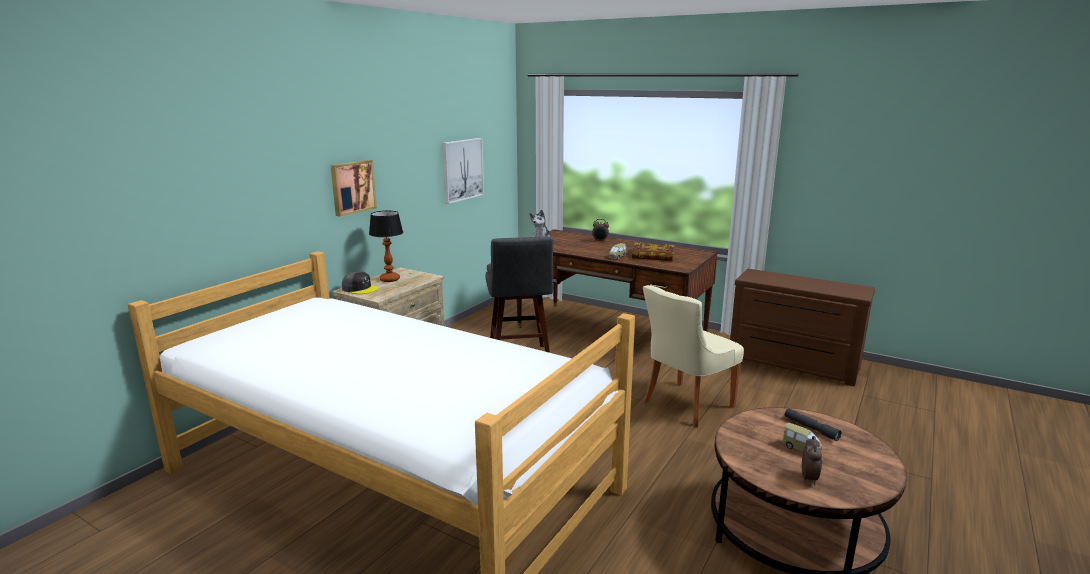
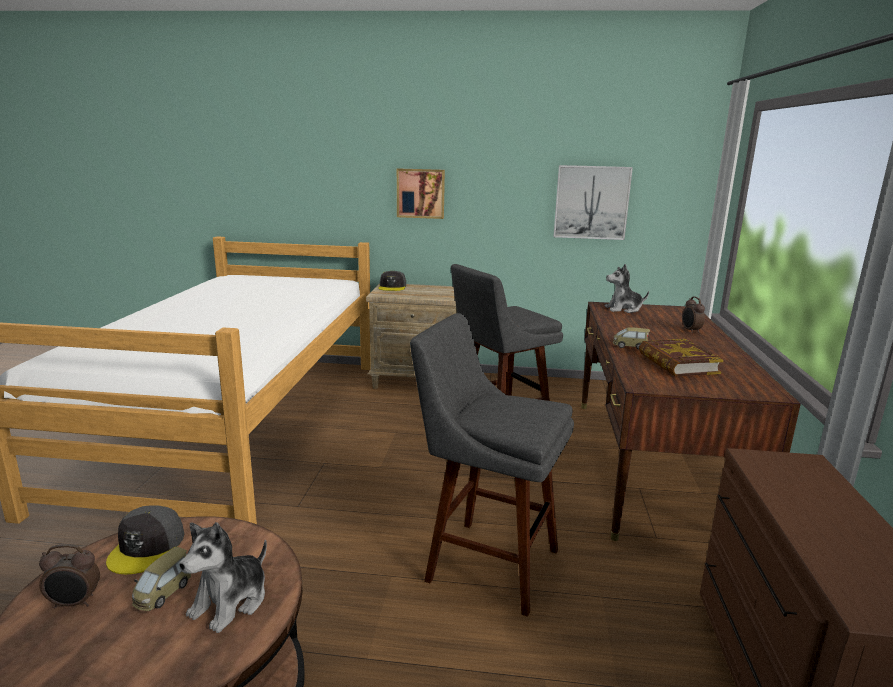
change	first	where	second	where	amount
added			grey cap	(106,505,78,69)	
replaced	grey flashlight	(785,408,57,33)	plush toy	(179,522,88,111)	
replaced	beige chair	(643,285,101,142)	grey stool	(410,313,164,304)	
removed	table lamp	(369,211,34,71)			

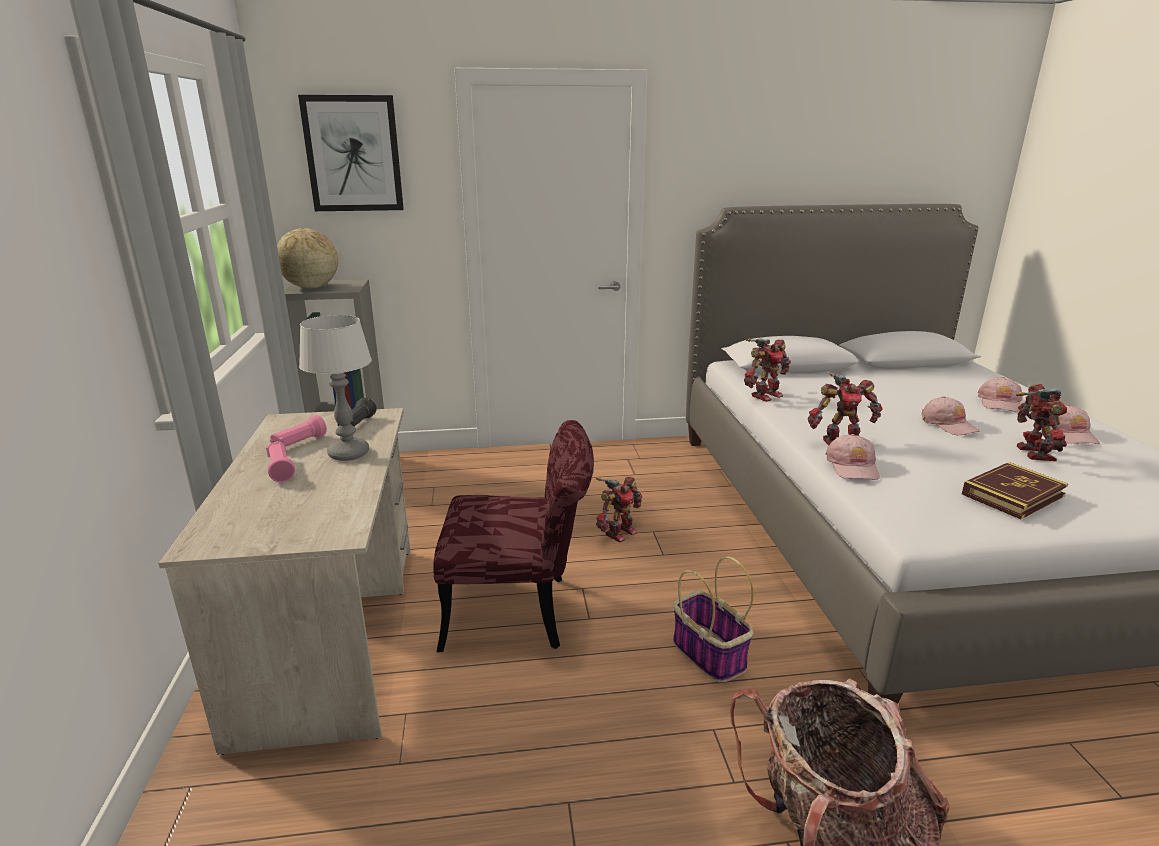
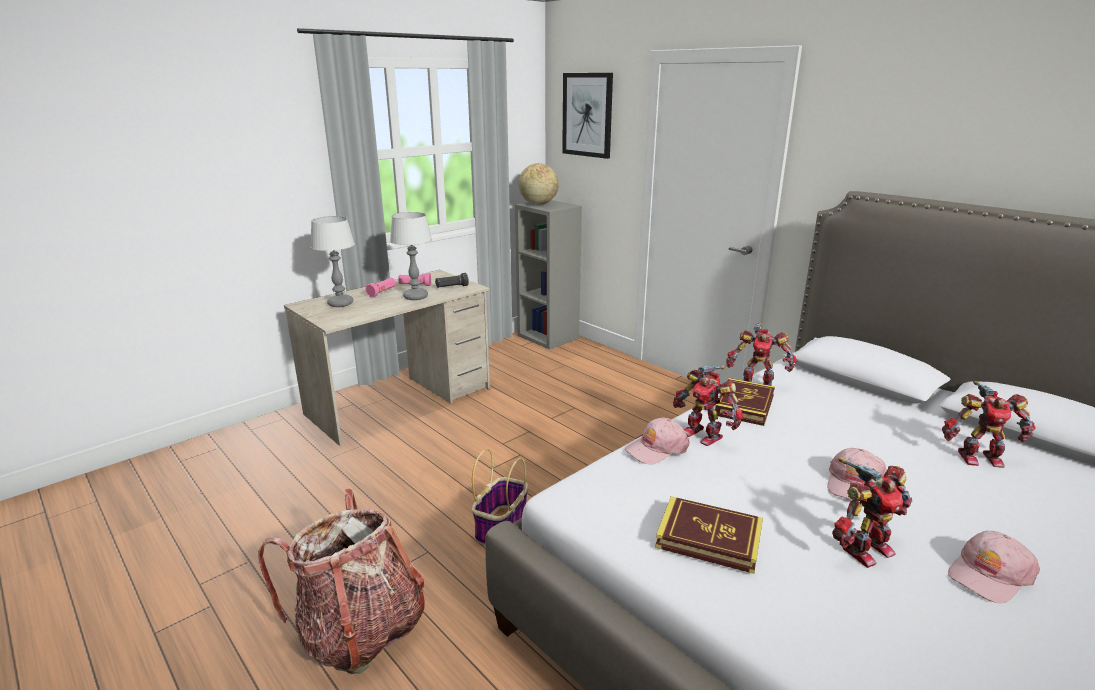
change	first	where	second	where	amount
added			table lamp	(310,216,45,91)	
added			book	(715,378,60,48)	
moved	toy robot	(596,477,47,66)		(942,381,94,87)	
removed	red chair	(433,420,161,232)			
removed	pink cap	(978,377,44,35)			

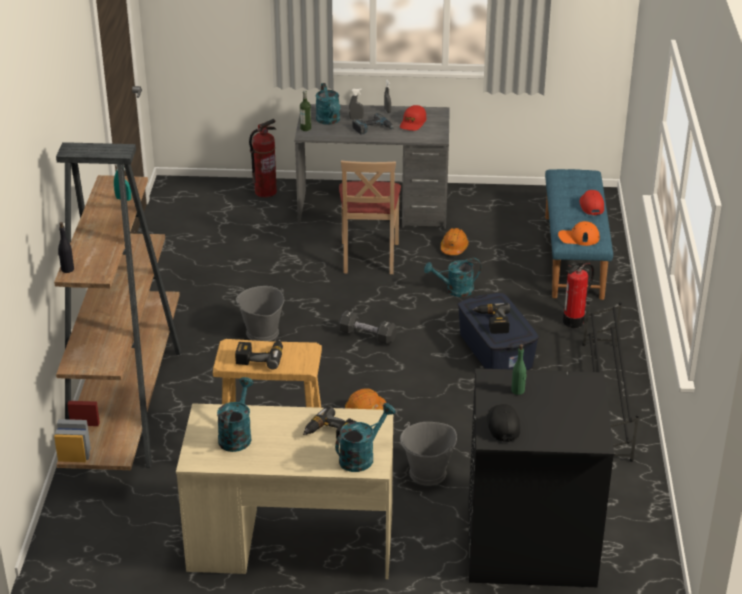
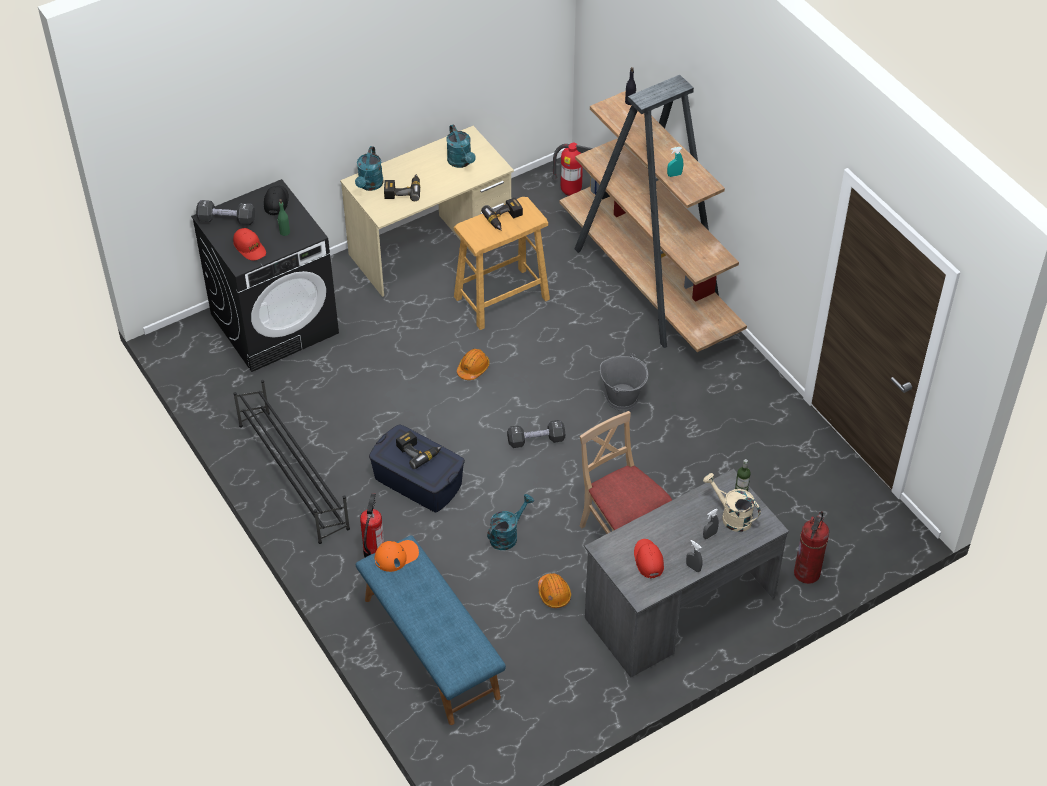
change	first	where	second	where	amount
added			black dumbbell	(196,200,59,25)	
moved	red cap	(579,190,25,25)		(233,228,33,32)	
turned	black cap	(487,404,33,38)		(264,186,25,29)	135 degrees counterclockwise
added			fire extinguisher	(552,143,41,53)	
recoloured	turquoise watering can	(316,83,25,42)	beige watering can	(703,473,58,59)	
removed	power drill	(352,113,42,22)			
removed	grey bucket	(400,422,57,64)			

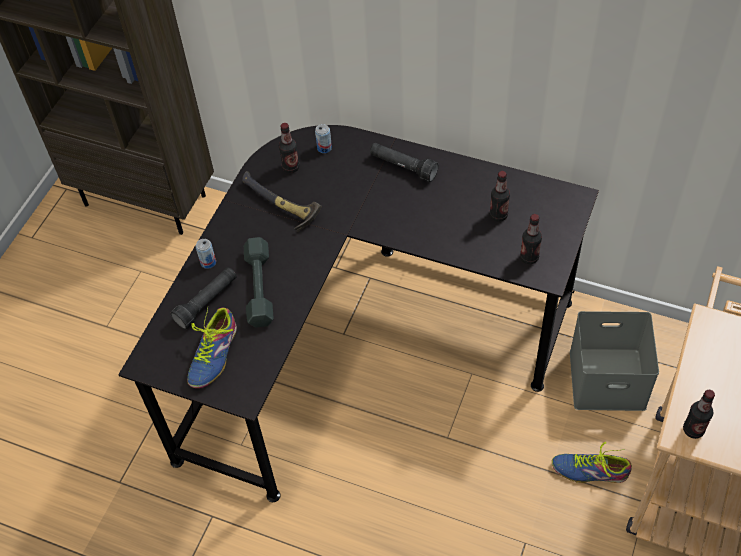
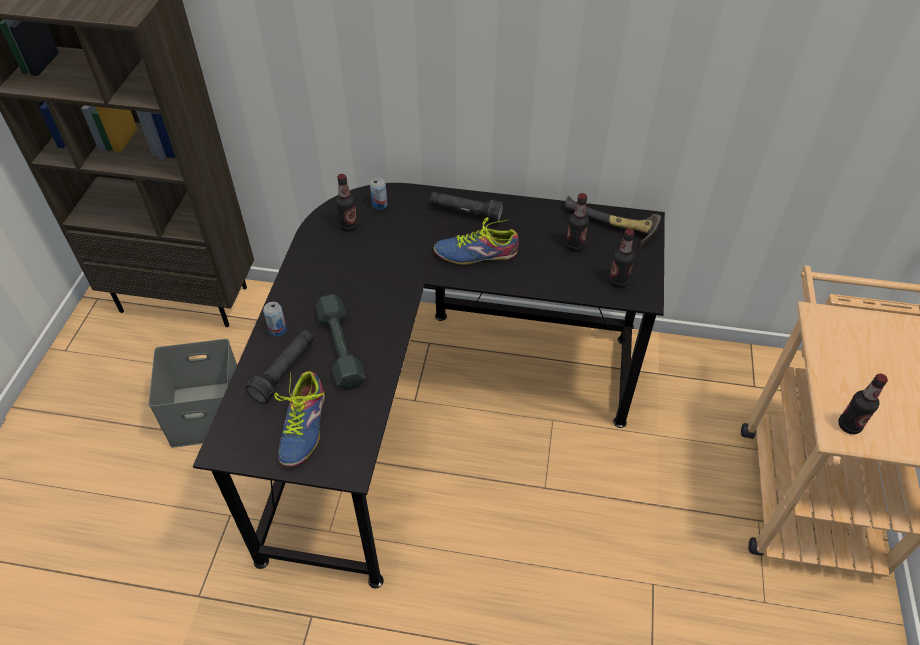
change	first	where	second	where	amount
moved	grey storage box	(570,311,89,100)		(149,339,88,109)	
moved	shoe	(552,442,80,41)		(434,217,85,48)	
moved	hammer	(242,171,80,61)		(565,196,96,51)	

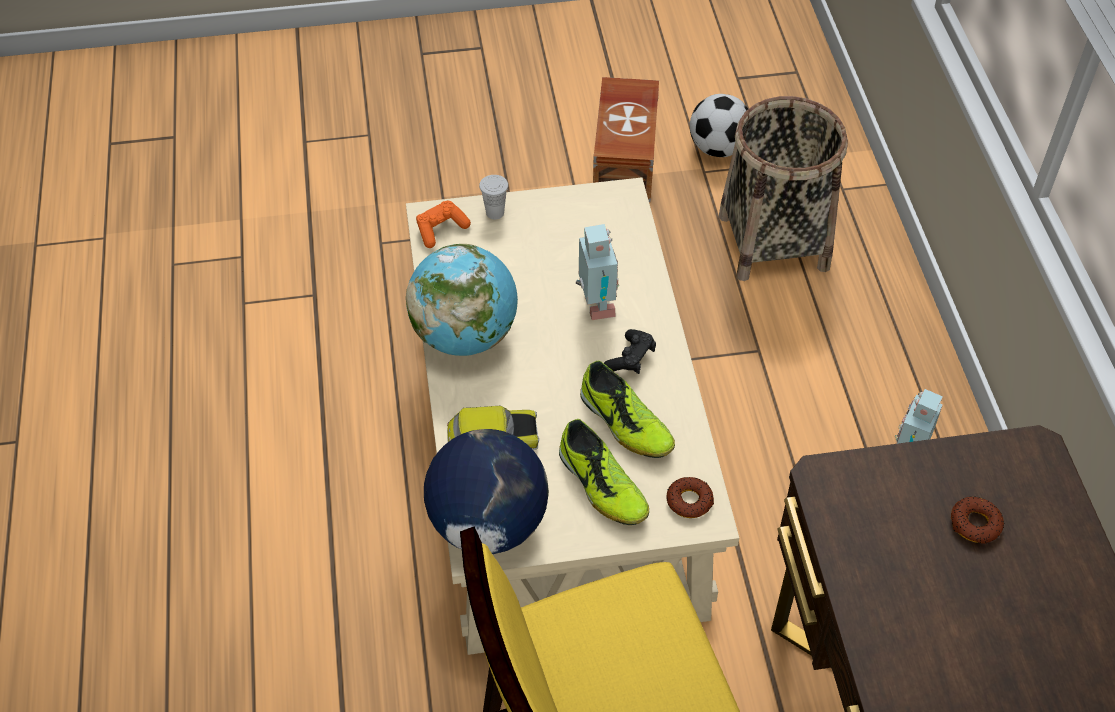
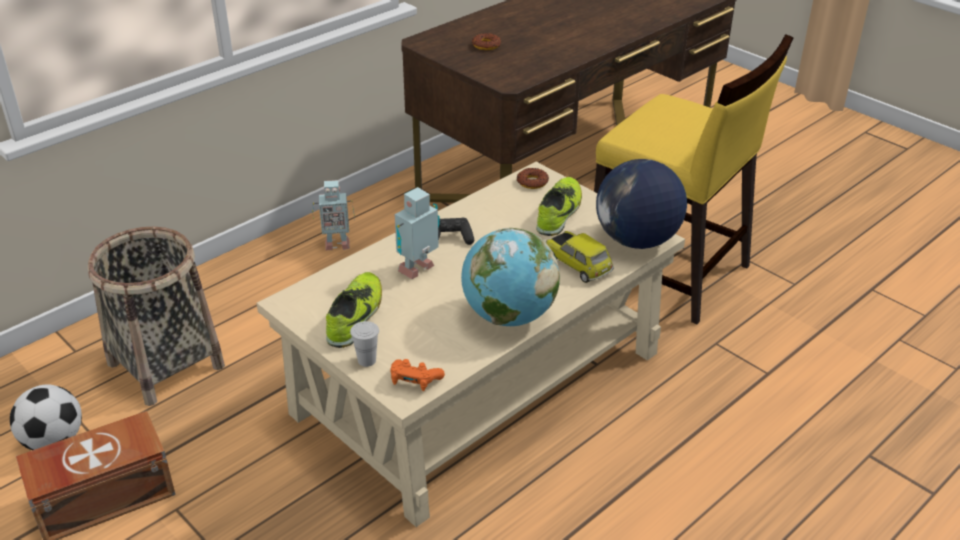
change	first	where	second	where	amount
moved	shoe	(580,360,95,98)		(326,272,56,76)	

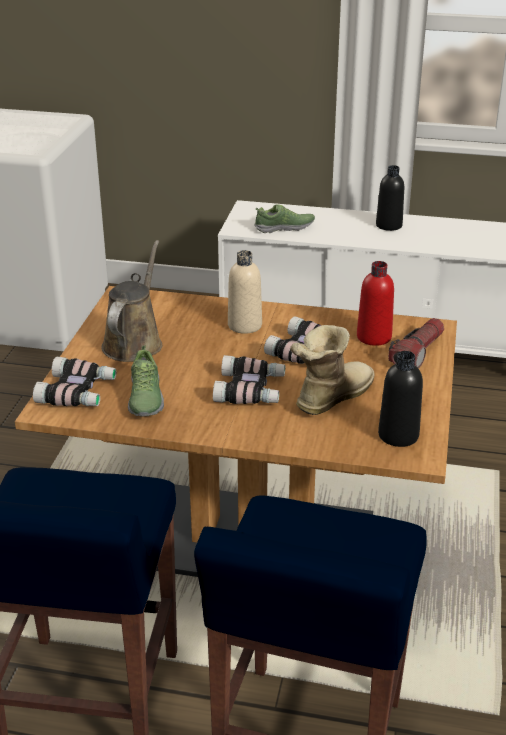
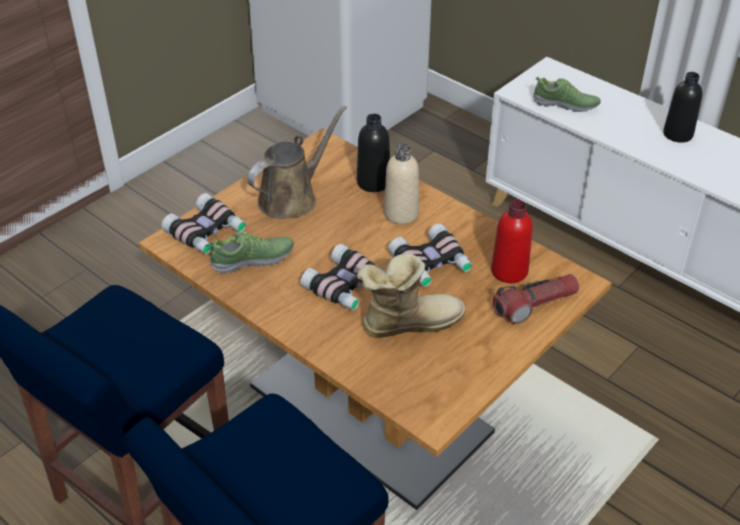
change	first	where	second	where	amount
turned	shoe	(128,345,36,72)		(208,232,86,42)	135 degrees counterclockwise
moved	black bottle	(378,351,45,96)		(357,114,33,78)	

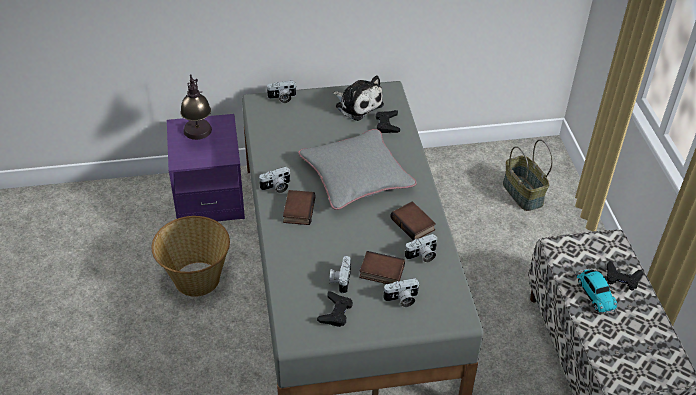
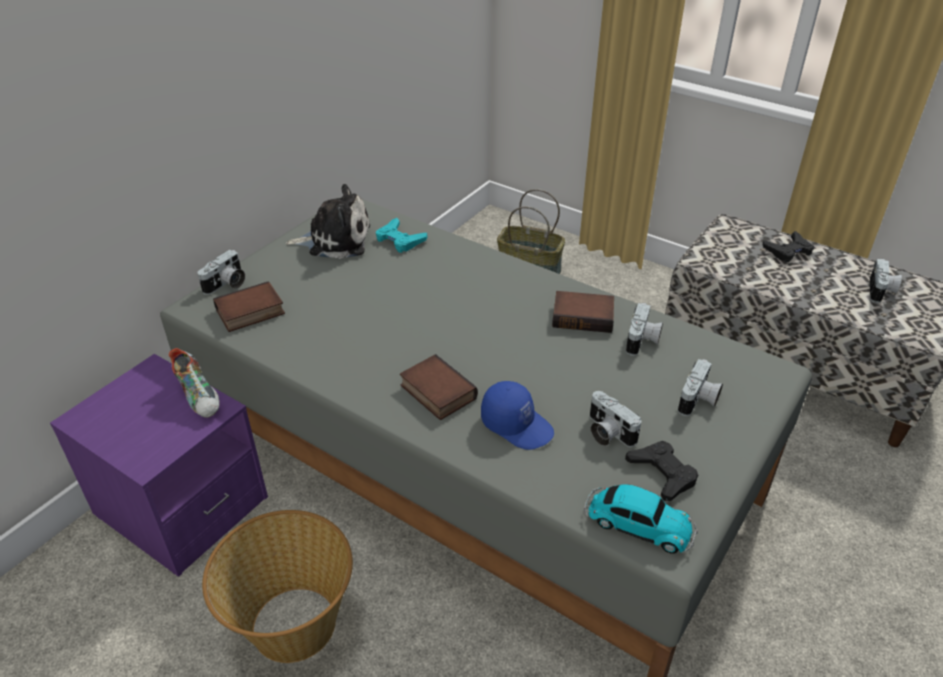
change	first	where	second	where	amount
added			shoe	(169,348,51,70)	
moved	book	(359,251,46,33)		(213,281,72,51)	
recoloured	black game controller	(376,110,24,23)	turquoise game controller	(376,218,51,35)	
added			blue cap	(481,381,73,69)	
moved	toy car	(576,268,42,46)		(584,484,114,70)	
moved	photo camera	(259,167,32,26)		(870,259,32,44)	
removed	table lamp	(180,74,32,66)			
removed	grey pillow	(298,129,119,81)			

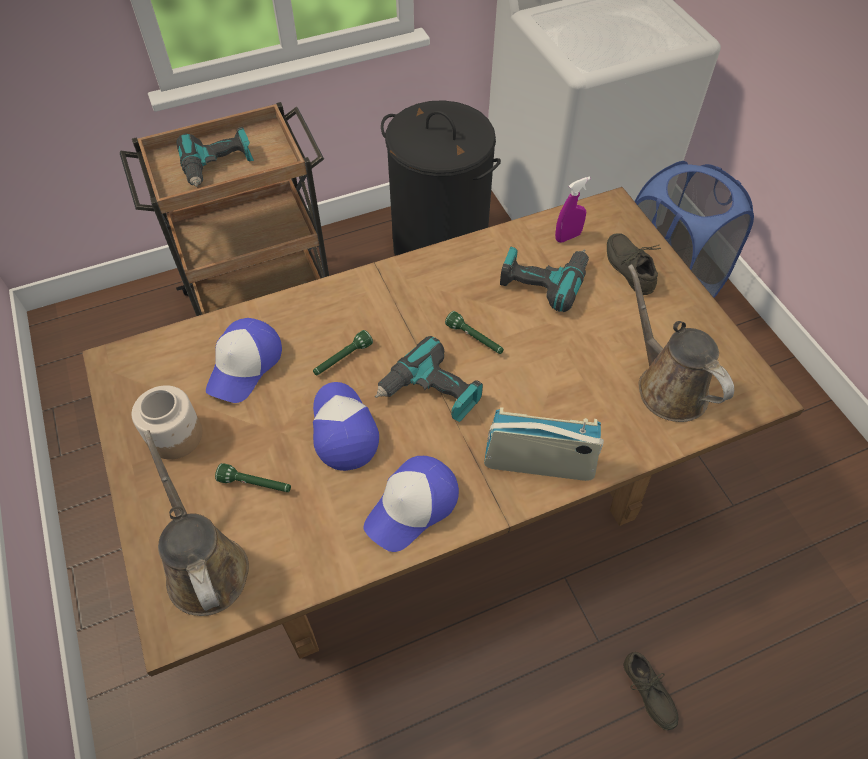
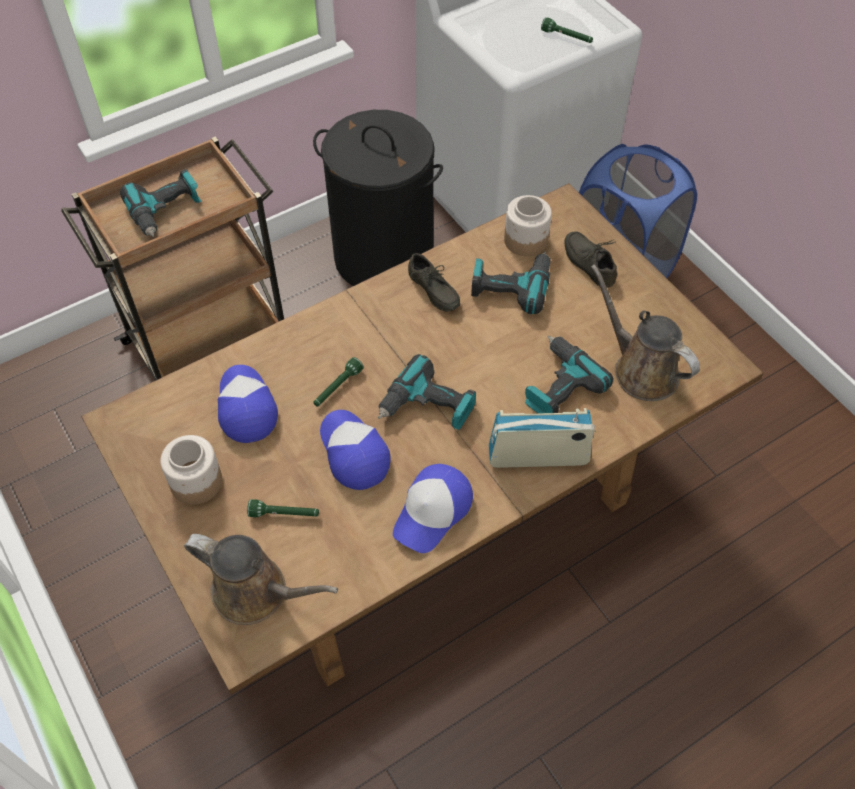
change	first	where	second	where	amount
turned	brown watering can	(144,430,105,186)		(184,534,154,91)	150 degrees clockwise
turned	cap	(206,318,76,85)		(218,365,60,78)	150 degrees clockwise
moved	grey shoe	(624,652,54,78)		(408,253,52,59)	
replaced	purple spray bottle	(555,176,36,67)	jar	(504,195,48,61)	
added			power drill	(525,336,89,78)	
moved	green flashlight	(445,311,59,43)		(541,17,52,26)	

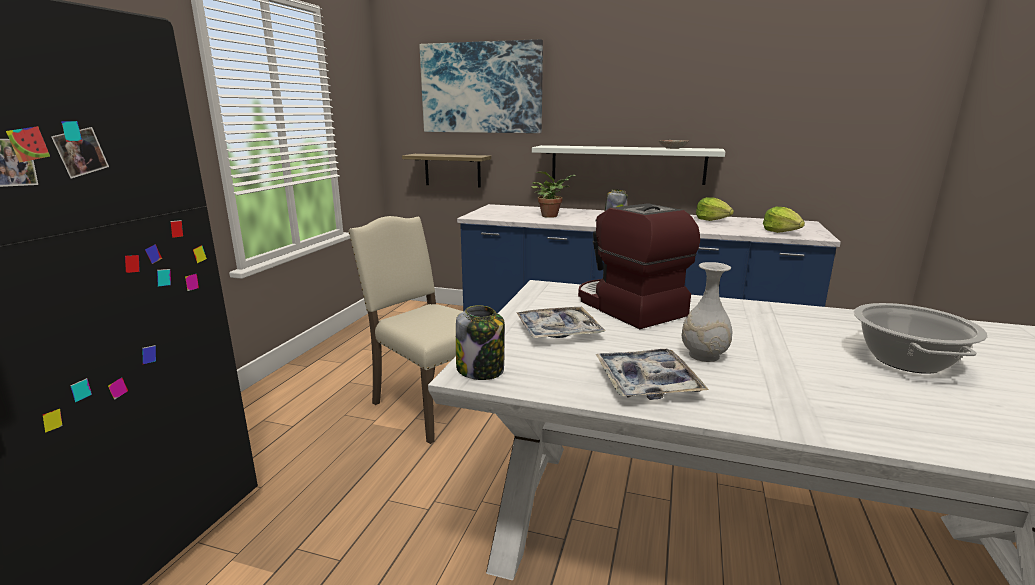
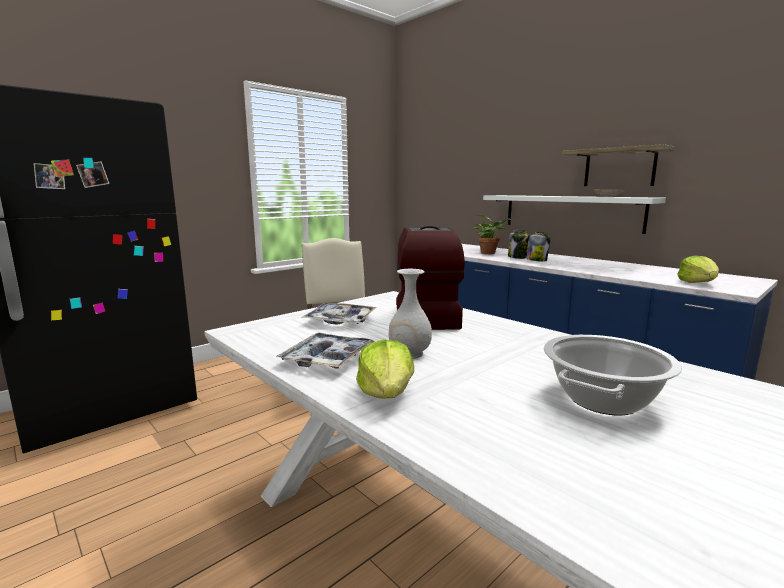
change	first	where	second	where	amount
moved	lettuce	(696,197,38,24)		(356,340,58,58)	
moved	jar	(456,305,49,75)		(508,230,21,29)	
moved	shelf	(402,154,89,33)		(562,144,113,42)	
removed	picture	(419,39,124,94)			

